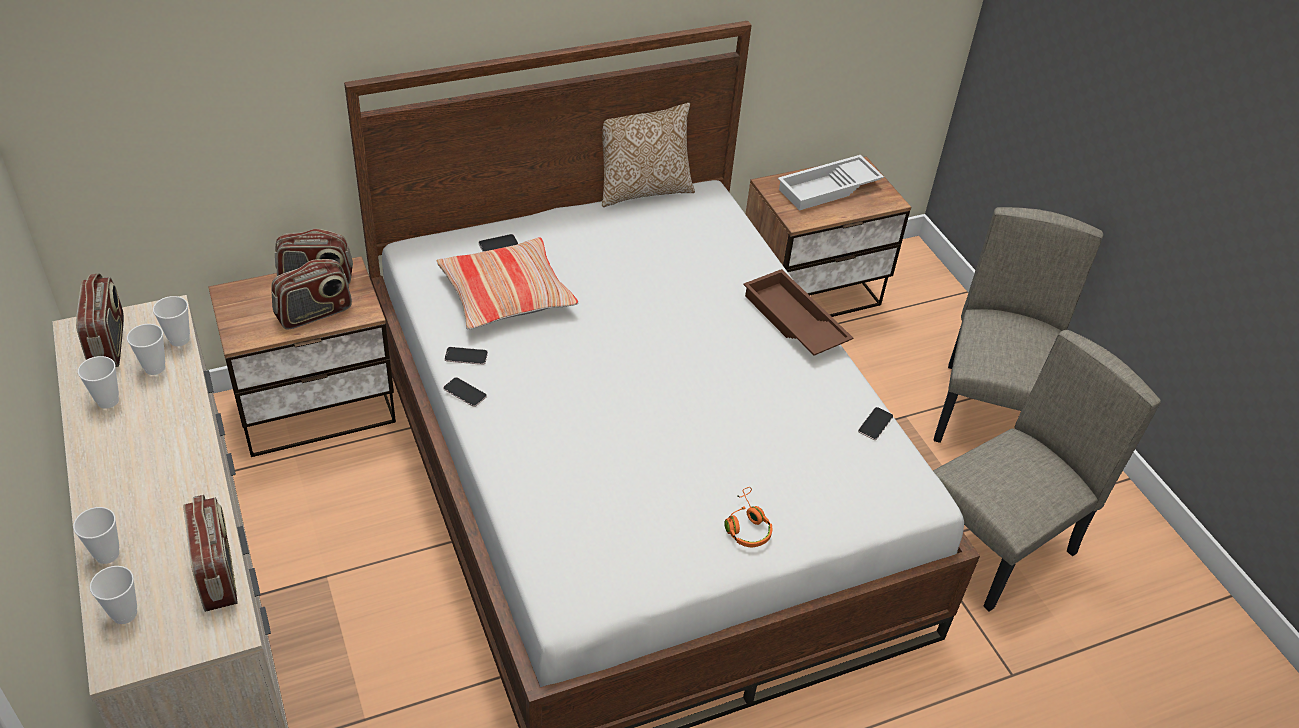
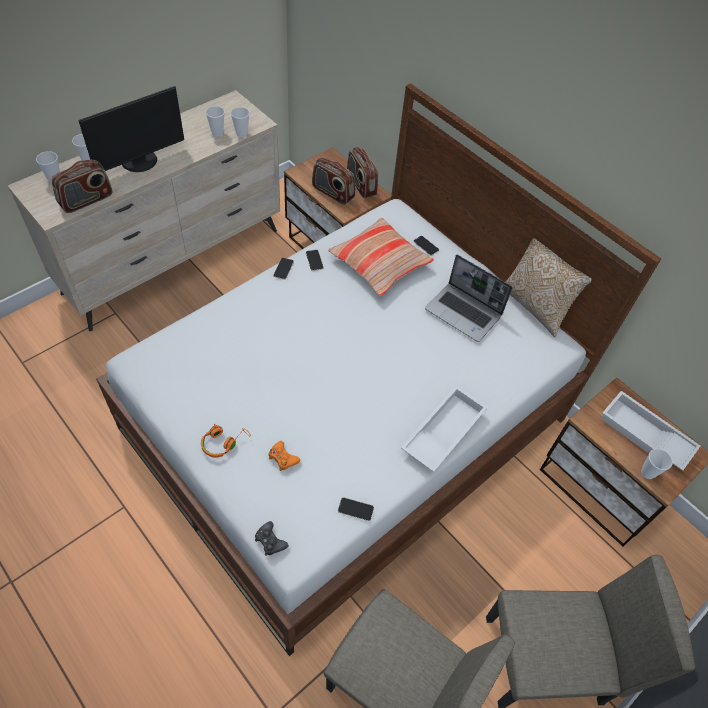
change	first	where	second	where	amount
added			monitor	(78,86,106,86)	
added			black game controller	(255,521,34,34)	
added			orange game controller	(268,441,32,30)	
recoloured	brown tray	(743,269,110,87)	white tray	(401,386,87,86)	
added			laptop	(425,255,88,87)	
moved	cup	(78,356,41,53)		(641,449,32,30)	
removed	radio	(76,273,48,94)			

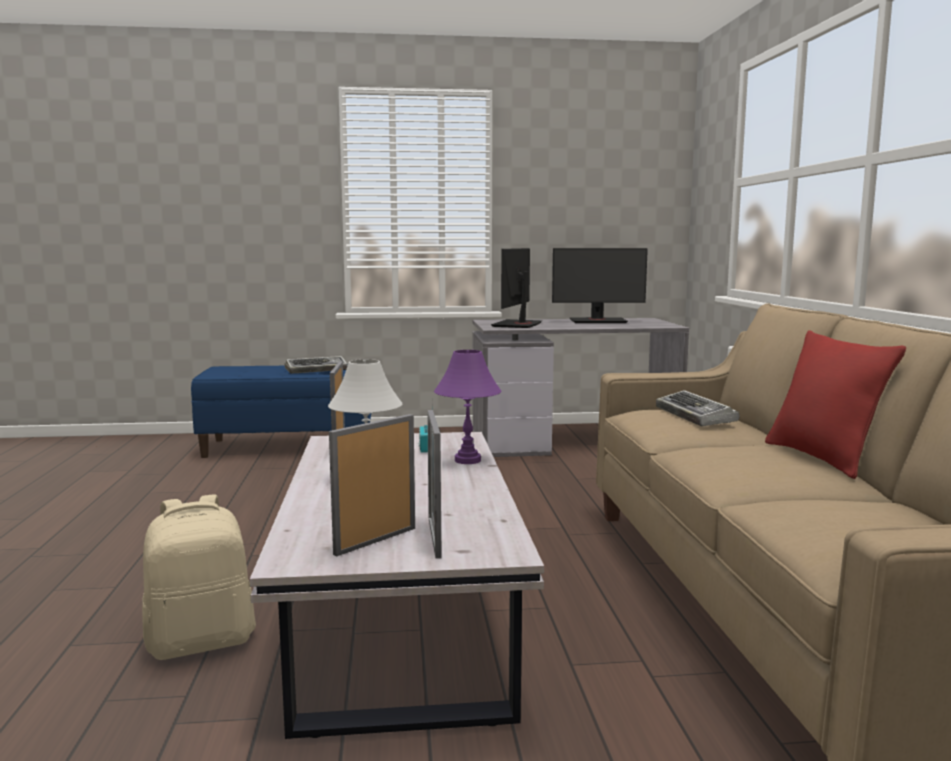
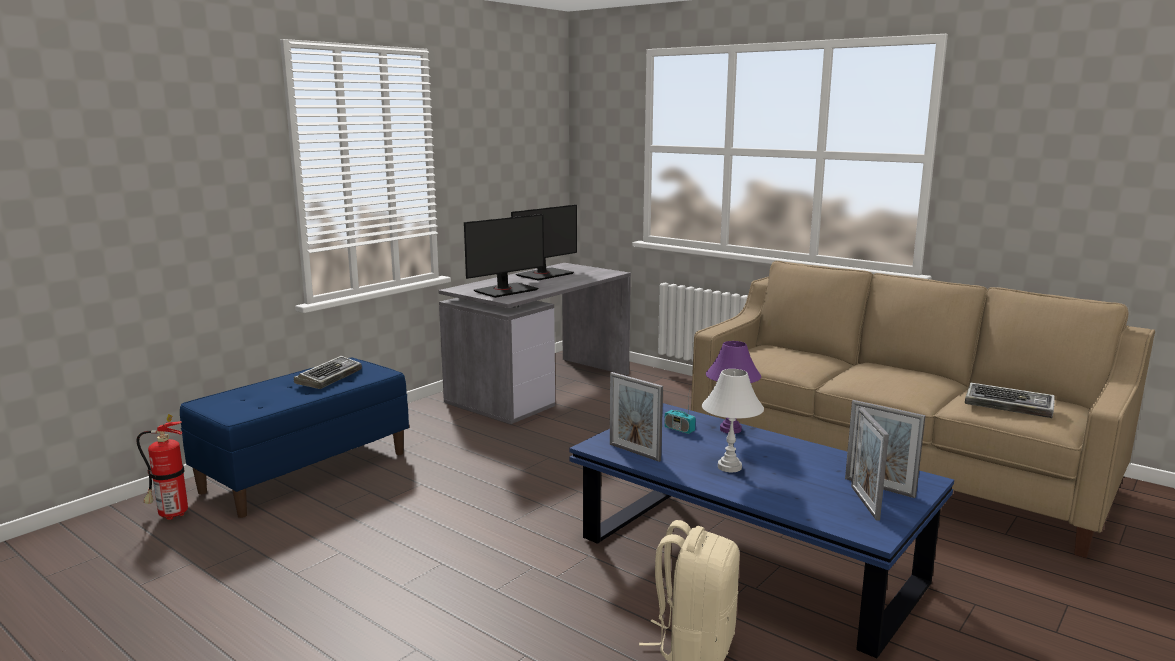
change	first	where	second	where	amount
added			fire extinguisher	(136,414,52,106)	
turned	monitor	(491,248,51,80)		(464,214,80,84)	105 degrees counterclockwise
recoloured	white coffee table	(250,432,294,307)	blue coffee table	(569,403,385,255)	
moved	keyboard	(656,390,84,37)		(965,382,90,36)	
removed	red pillow	(765,330,141,149)			

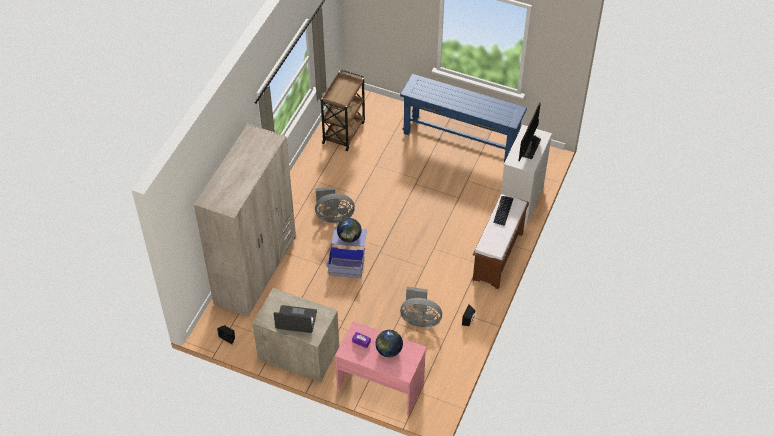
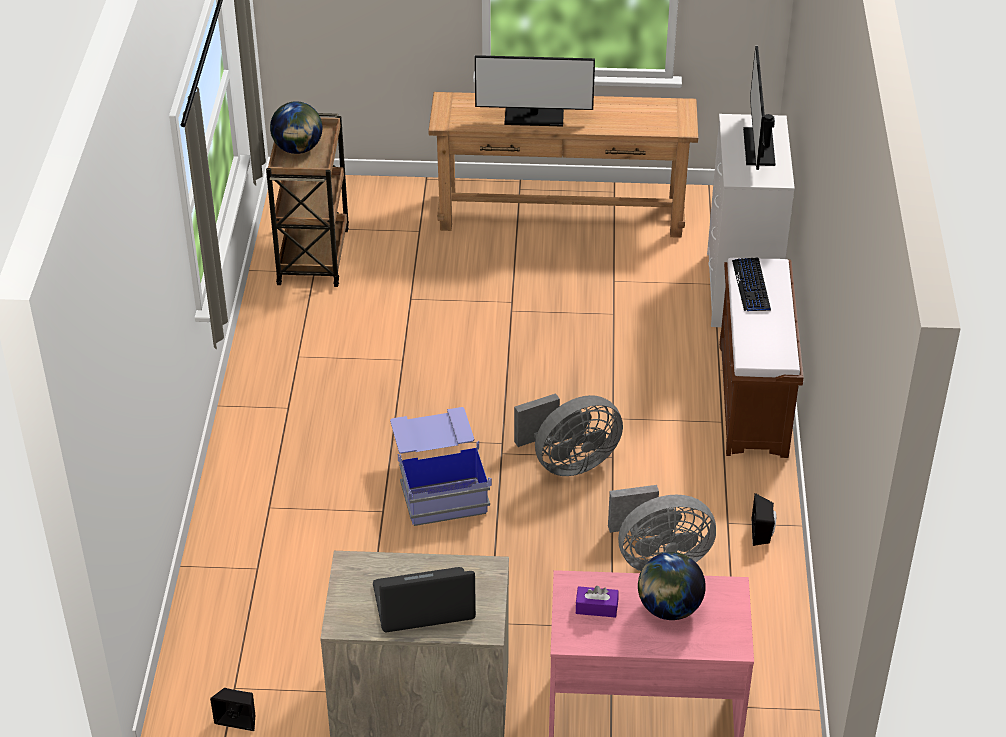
change	first	where	second	where	amount
moved	globe	(337,218,25,25)		(270,101,52,53)	
recoloured	blue console table	(400,74,127,89)	brown console table	(428,92,270,146)	
added			monitor	(475,55,120,72)	
moved	grey fan	(315,187,40,36)		(514,393,109,83)	
removed	beige wardrobe	(194,124,102,193)			

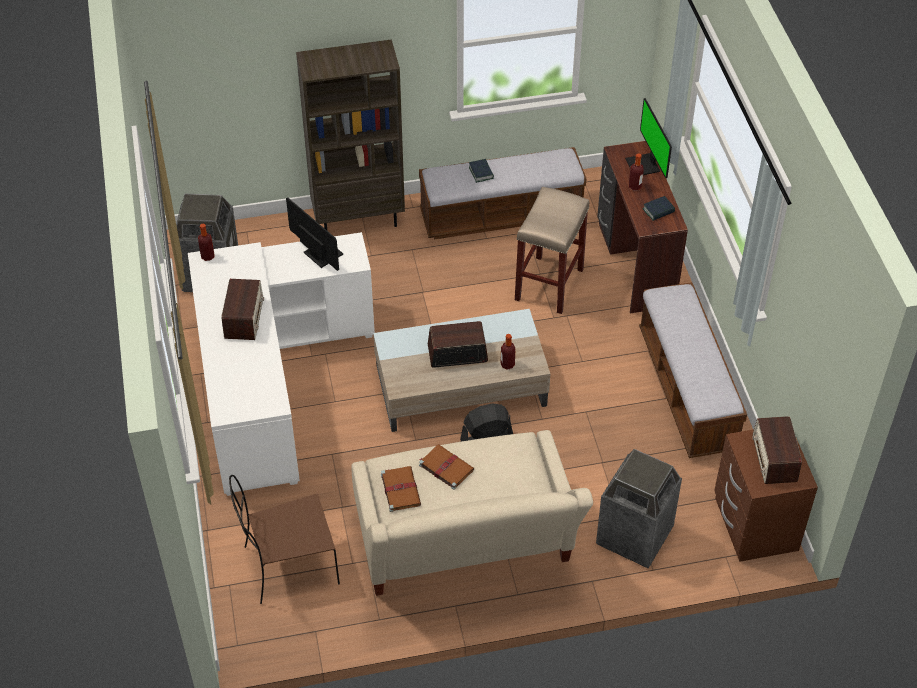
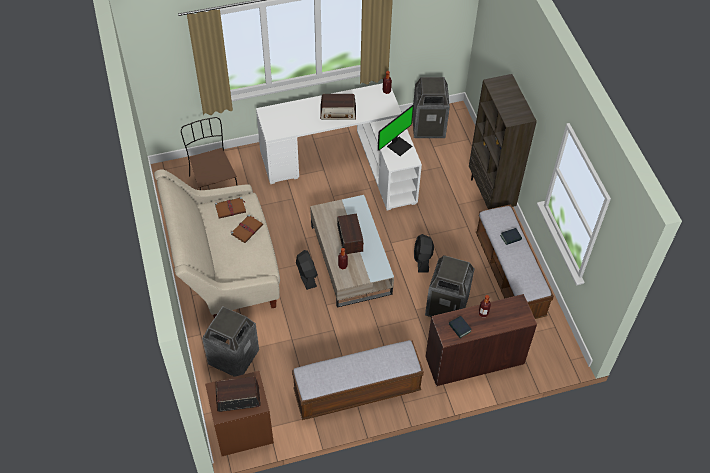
change	first	where	second	where	amount
added			black fan	(414,234,20,39)	
replaced	beige stool	(515,187,74,127)	trash can	(425,255,50,62)	
removed	monitor	(625,98,47,80)			

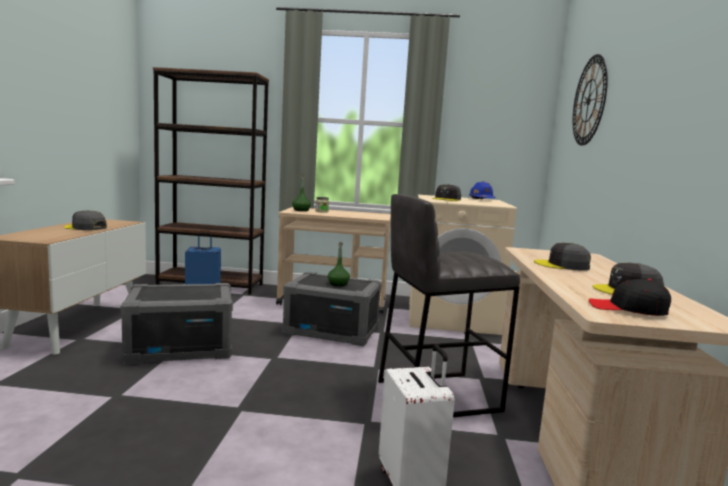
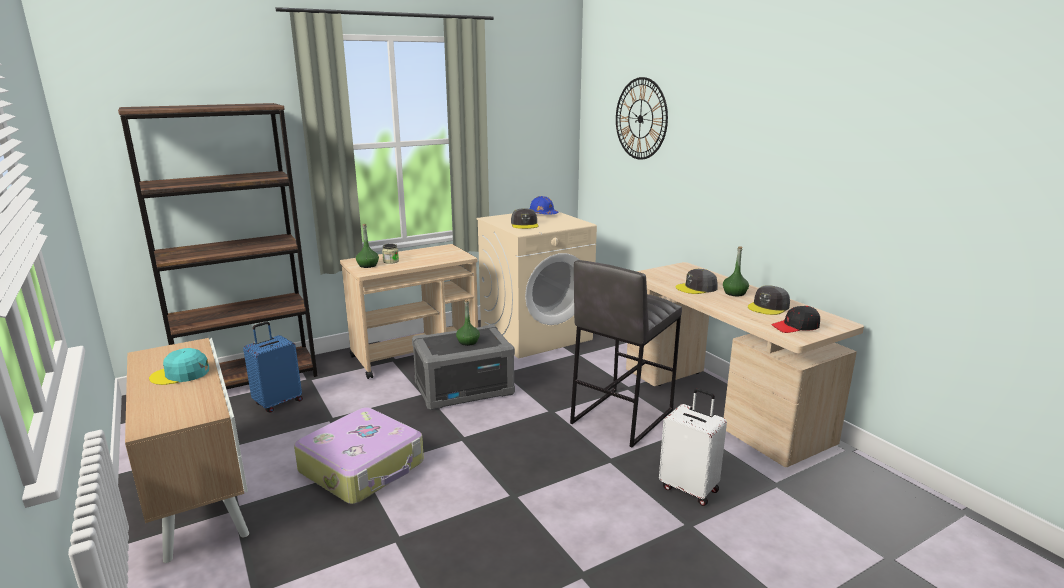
change	first	where	second	where	amount
recoloured	grey cap	(64,210,43,20)	turquoise cap	(149,348,60,37)	
replaced	grey storage box	(120,283,113,81)	suitcase	(294,407,130,97)	
added			green bottle	(723,246,26,50)	

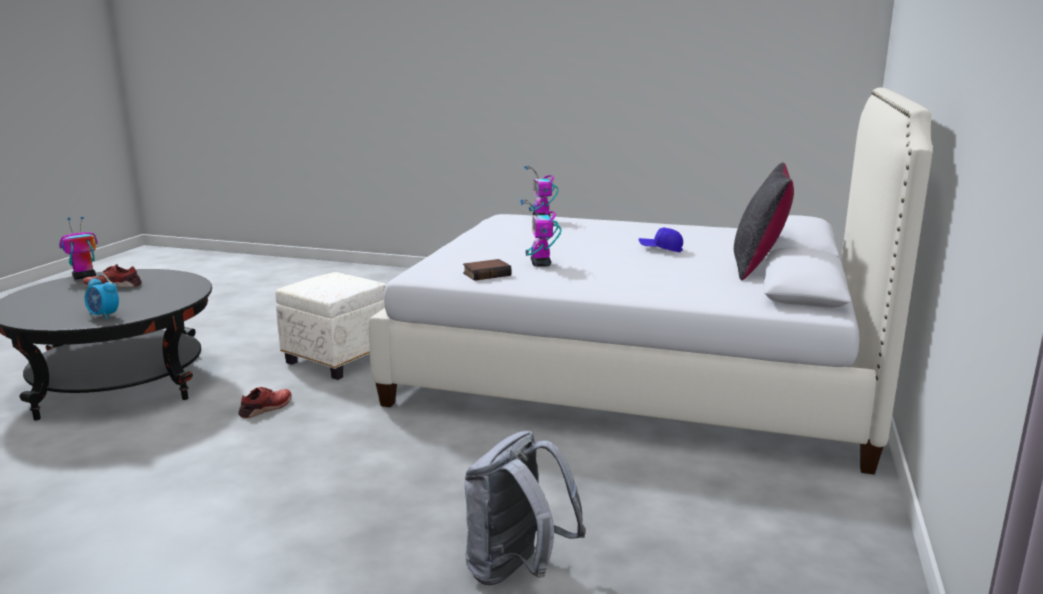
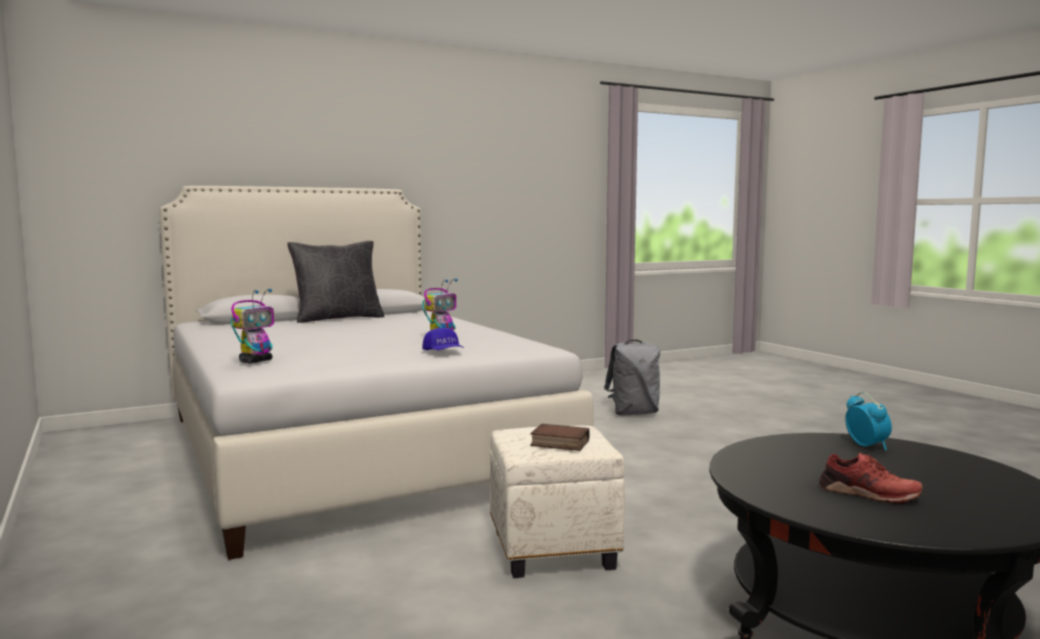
change	first	where	second	where	amount
moved	blue cap	(638,228,45,24)		(422,328,42,22)	
moved	book	(463,259,49,22)		(530,424,60,27)	
removed	toy robot	(59,216,39,64)			
removed	red shoe	(238,386,53,32)			

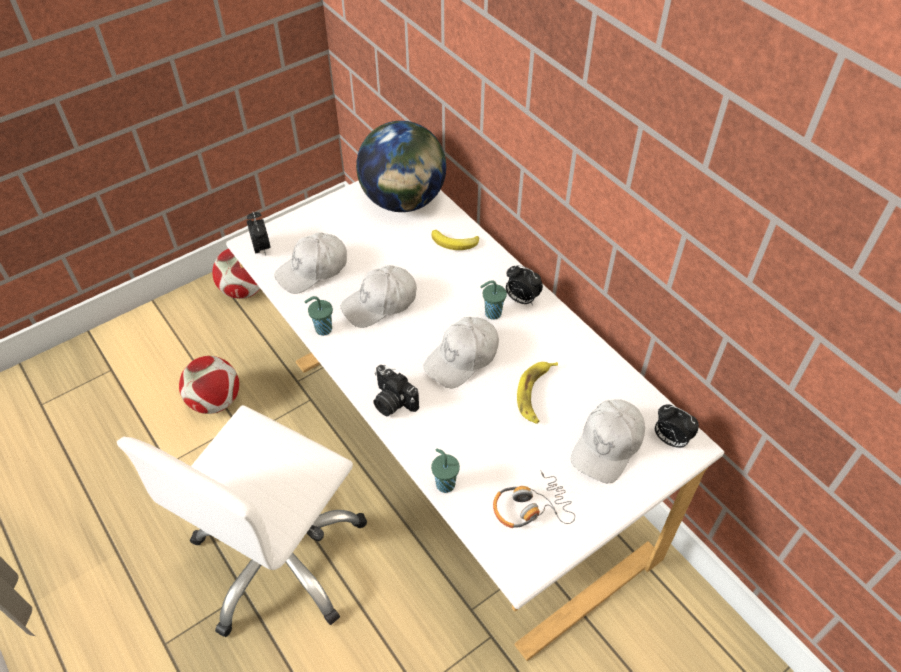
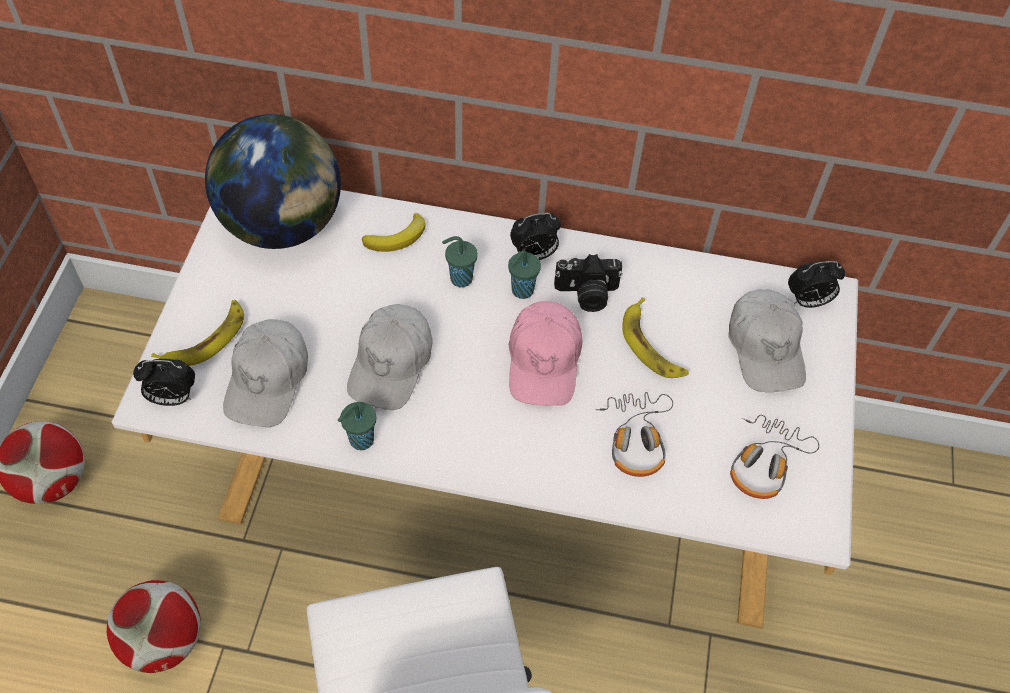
change	first	where	second	where	amount
turned	alarm clock	(247,212,24,43)		(133,359,62,47)	150 degrees clockwise
added			banana	(151,300,93,66)	
moved	green cup	(431,449,29,44)		(442,236,36,51)	
recoloured	white cap	(423,317,76,71)	pink cap	(509,301,73,105)	
moved	photo camera	(373,365,46,51)		(554,254,69,58)	
added			headphones	(595,392,78,85)	

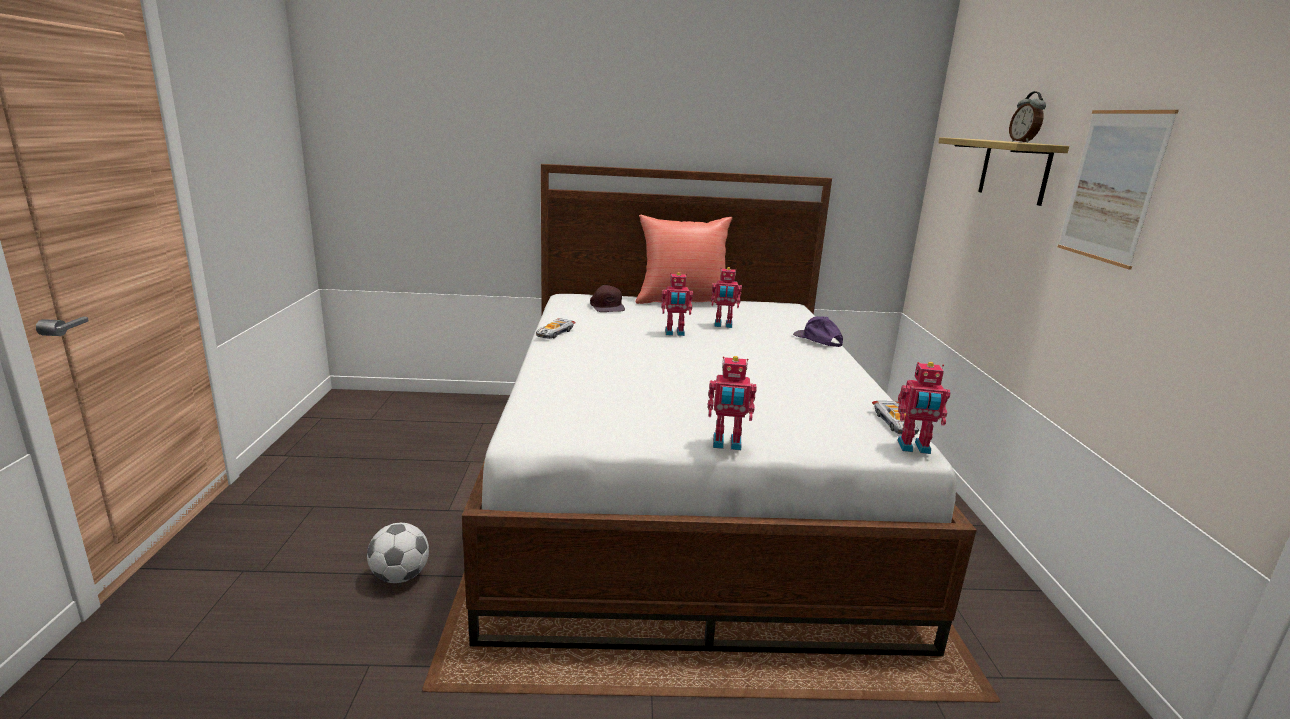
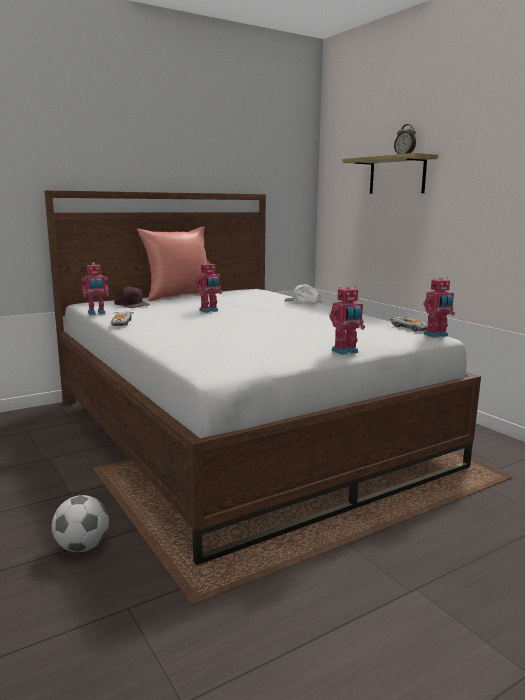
change	first	where	second	where	amount
moved	toy robot	(711,267,31,61)		(81,262,28,53)	
recoloured	purple cap	(793,316,50,31)	white cap	(284,284,38,19)	
removed	picture	(1058,110,121,160)			

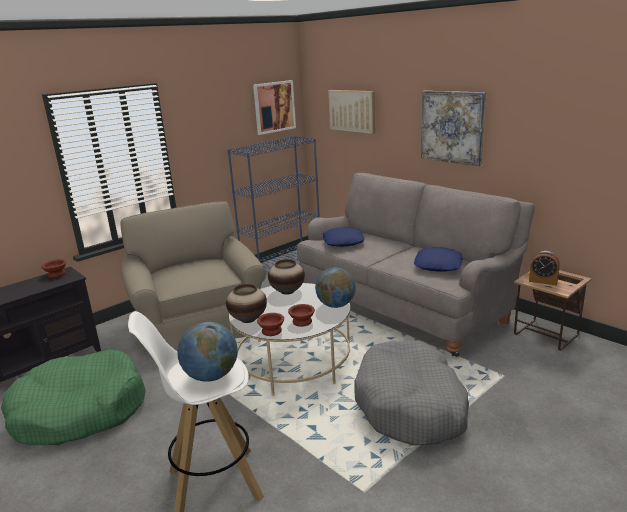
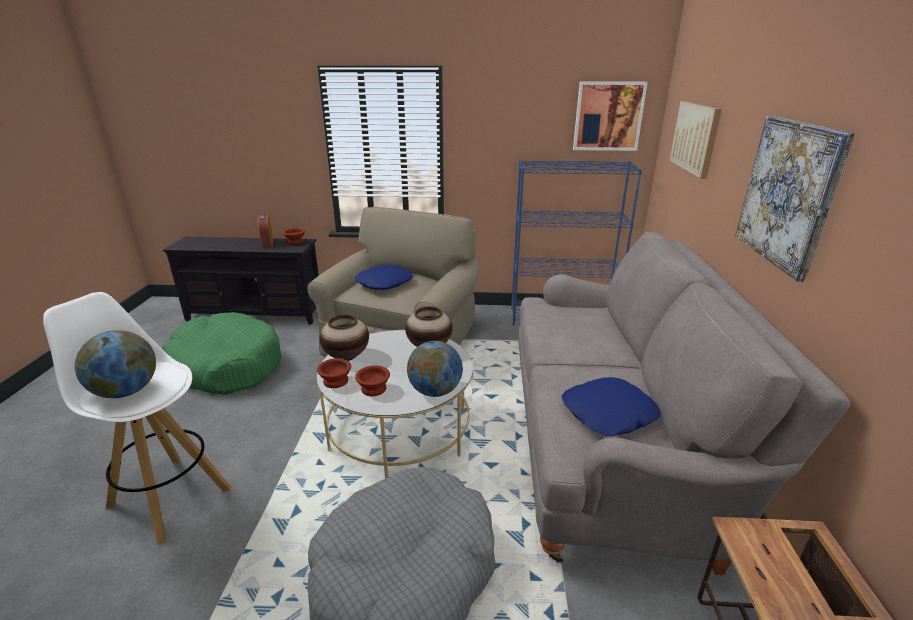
change	first	where	second	where	amount
moved	alarm clock	(529,251,31,34)		(257,215,16,33)	
moved	blue pillow	(323,227,42,20)		(354,265,59,25)	

